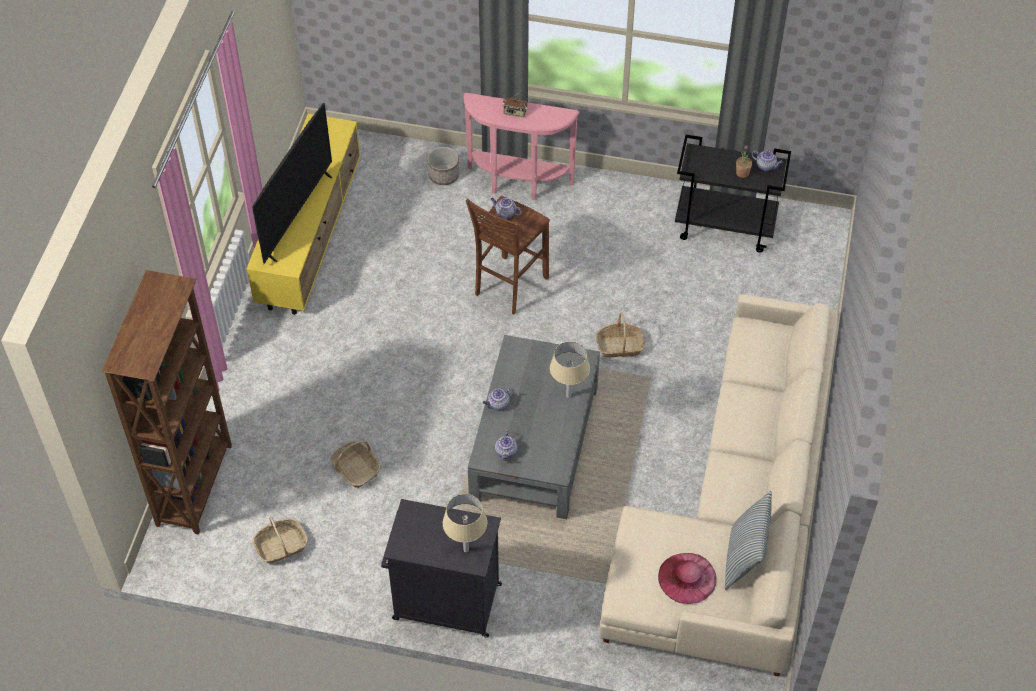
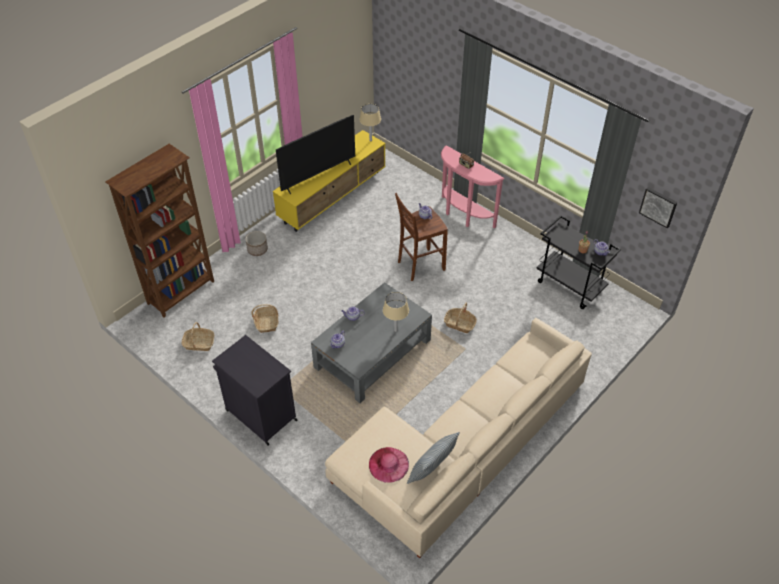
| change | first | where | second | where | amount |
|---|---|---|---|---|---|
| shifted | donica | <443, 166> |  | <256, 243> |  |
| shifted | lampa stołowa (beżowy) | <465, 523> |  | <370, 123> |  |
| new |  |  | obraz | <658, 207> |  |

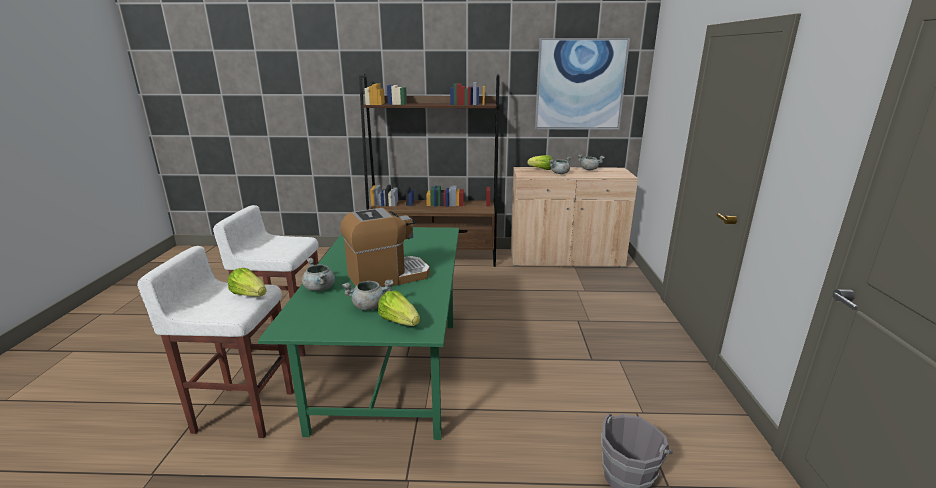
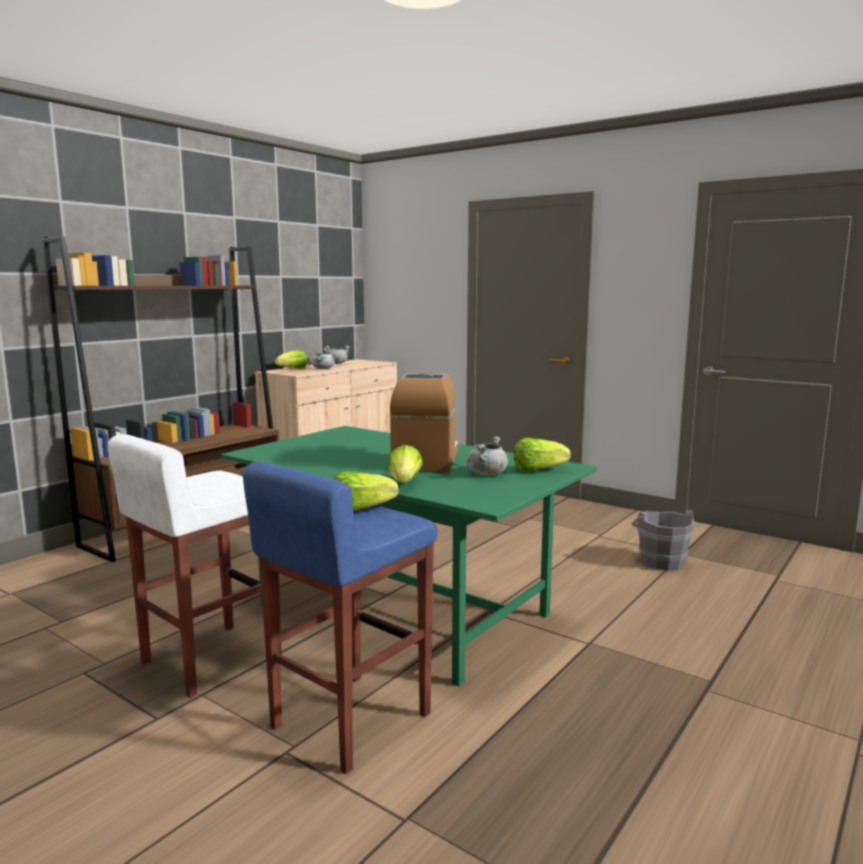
| change | first | where | second | where | amount |
|---|---|---|---|---|---|
| gone | obraz | <582, 84> |  |  |  |
| repainted | stołek (biały) | <215, 342> | stołek (niebieski) | <340, 618> |  |
| swapped | garnek (szary) | <318, 274> | sałata | <406, 464> |  |

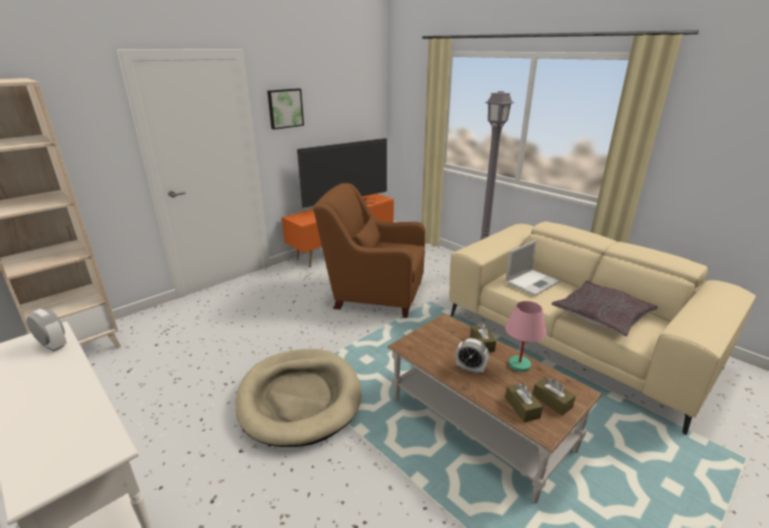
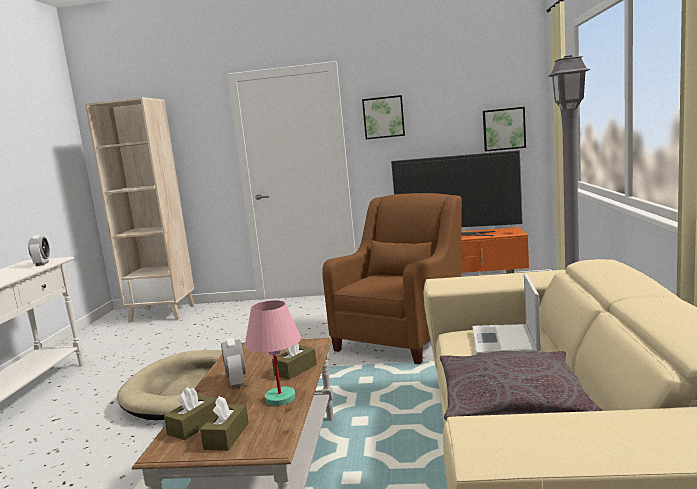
| change | first | where | second | where | amount |
|---|---|---|---|---|---|
| rotated | fotel (brązowy) | <369, 250> |  | <392, 278> | 60 degrees clockwise |
| rotated | laptop | <532, 268> |  | <506, 314> | 90 degrees clockwise |
| new |  |  | obraz | <504, 129> |  |

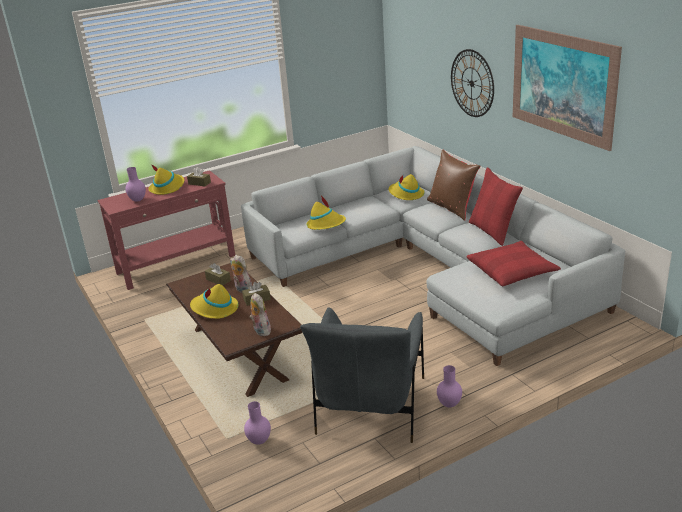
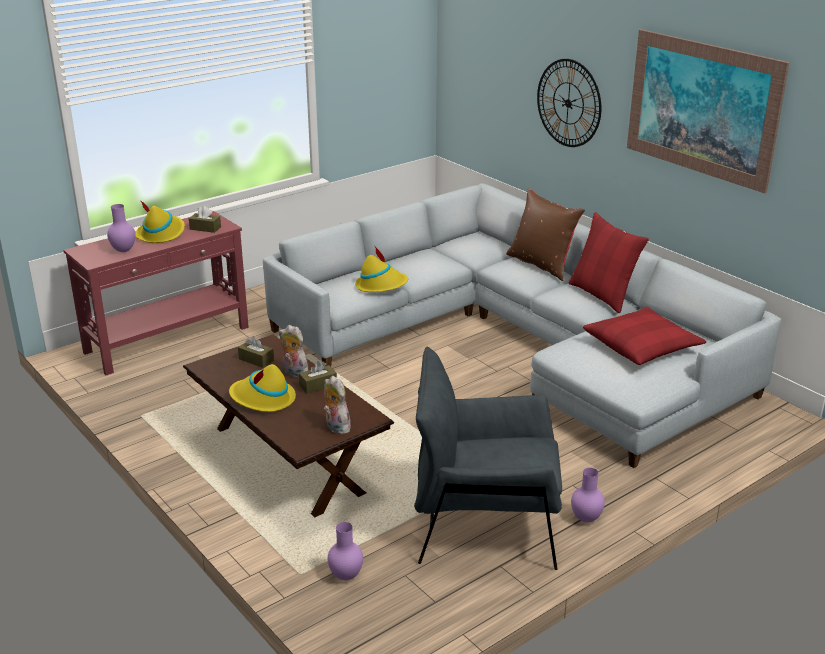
| change | first | where | second | where | amount |
|---|---|---|---|---|---|
| gone | kapelusz (żółty) | <407, 187> |  |  |  |
| rotated | fotel (szary) | <362, 375> |  | <488, 458> | 90 degrees clockwise |

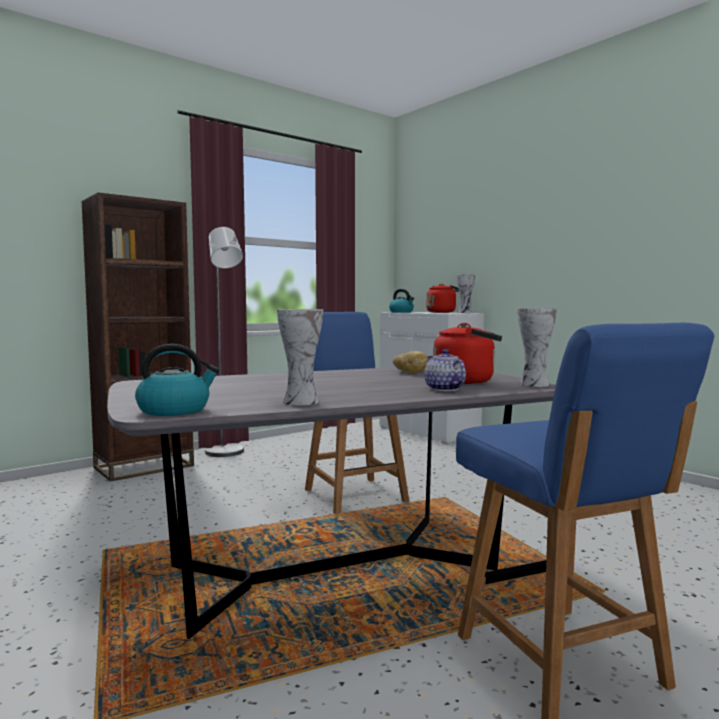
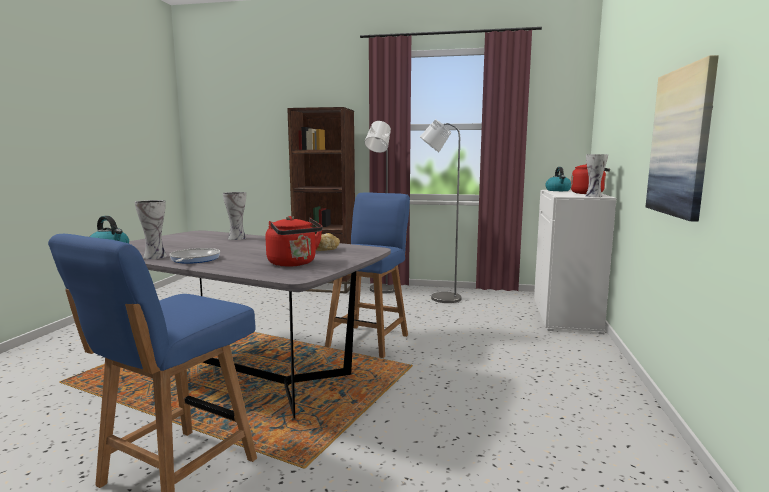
| change | first | where | second | where | amount |
|---|---|---|---|---|---|
| shifted | wazon | <537, 347> |  | <234, 216> |  |
| gone | imbryk | <445, 370> |  |  |  |
| new |  |  | obraz | <682, 138> |  |
| new |  |  | lampa stojąca (szary) | <441, 211> |  |
| new |  |  | patelnia | <194, 256> |  |

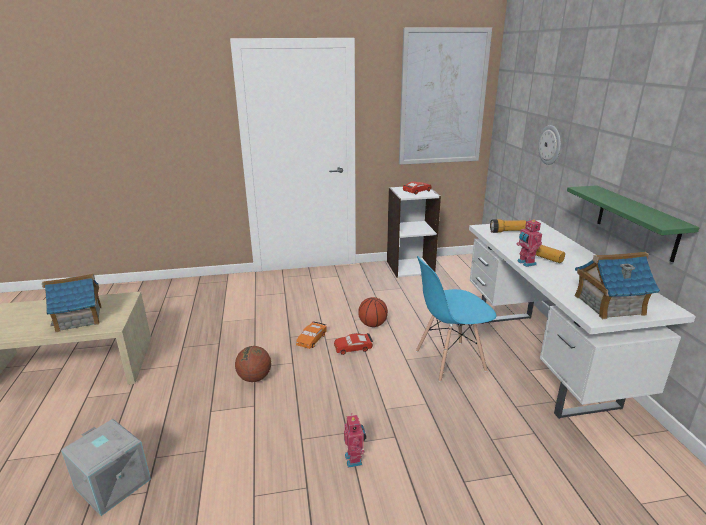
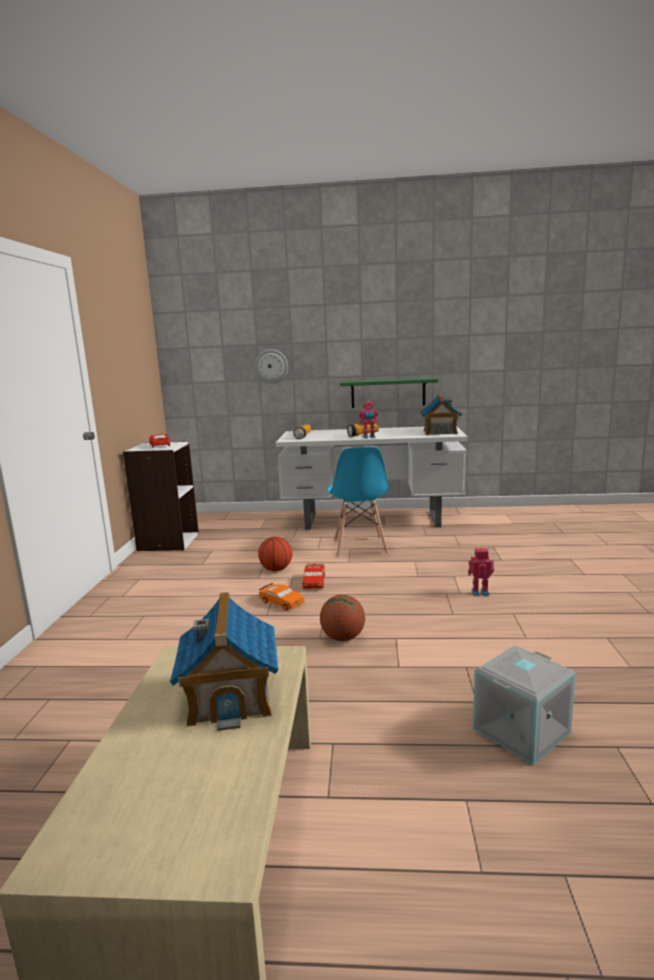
| change | first | where | second | where | amount |
|---|---|---|---|---|---|
| gone | obraz | <445, 96> |  |  |  |

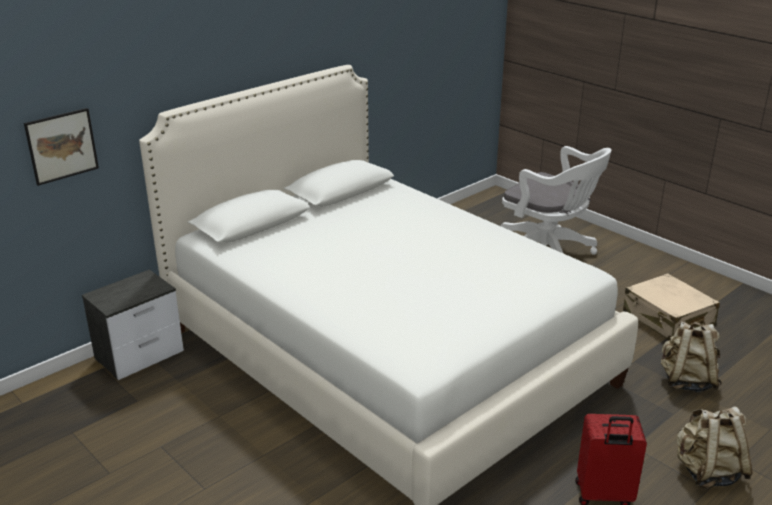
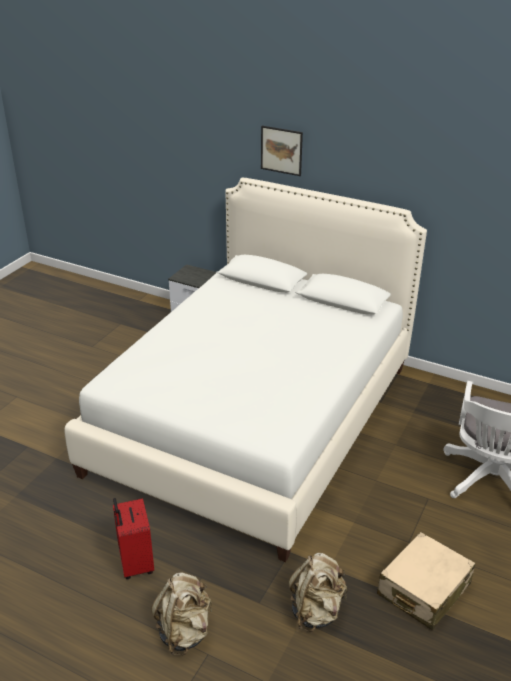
| change | first | where | second | where | amount |
|---|---|---|---|---|---|
| shifted | obraz | <61, 147> |  | <282, 151> |  |

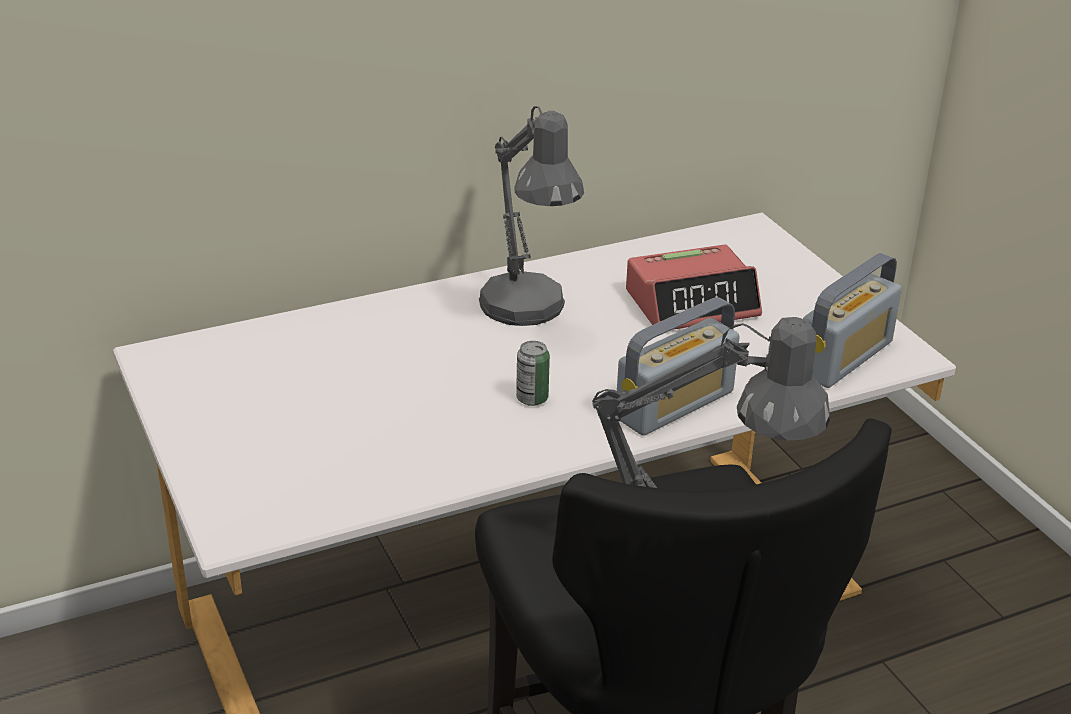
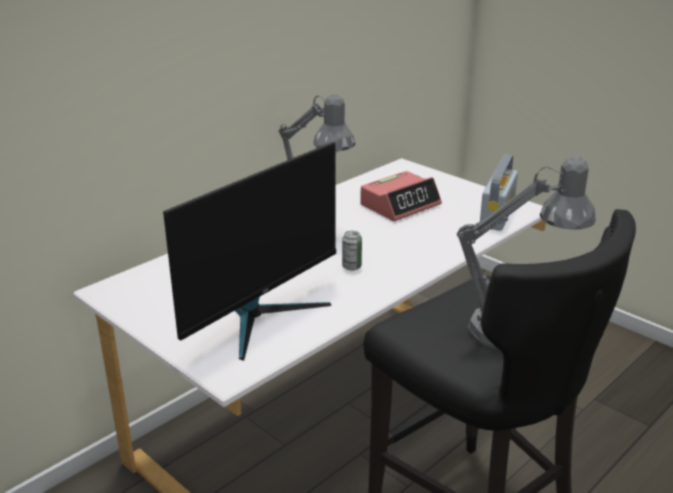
| change | first | where | second | where | amount |
|---|---|---|---|---|---|
| gone | radio | <678, 366> |  |  |  |
| new |  |  | monitor | <249, 251> |  |

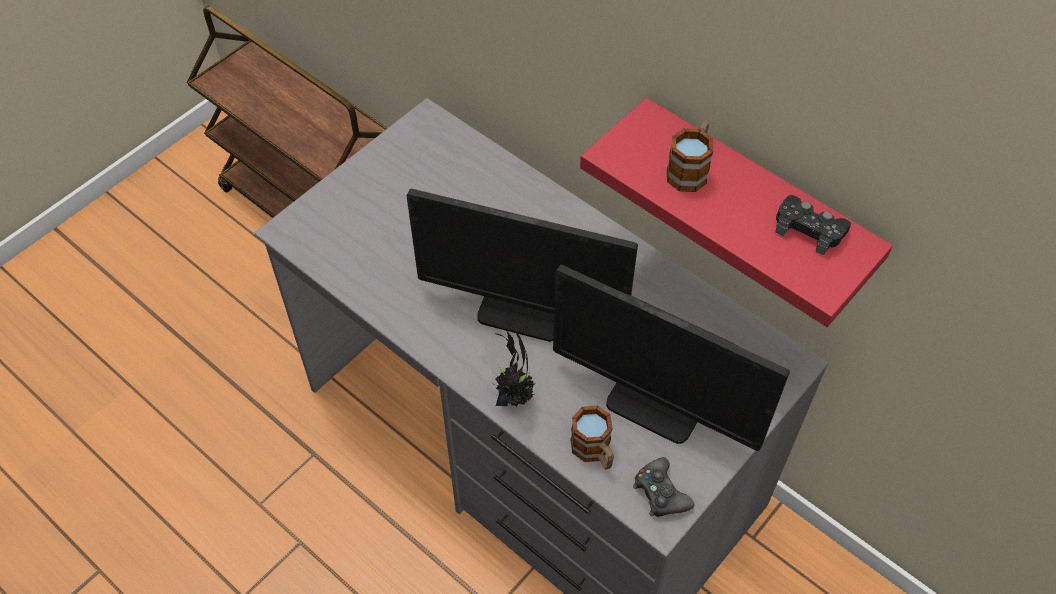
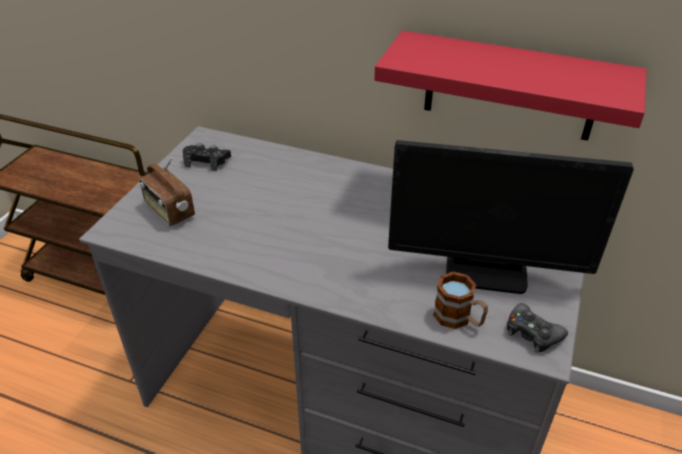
| change | first | where | second | where | amount |
|---|---|---|---|---|---|
| gone | kubek | <690, 156> |  |  |  |
| gone | monitor | <522, 265> |  |  |  |
| shifted | pad do gier (czarny) | <813, 225> |  | <207, 157> |  |
| gone | roślina doniczkowa | <512, 363> |  |  |  |
| new |  |  | radio | <167, 192> |  |

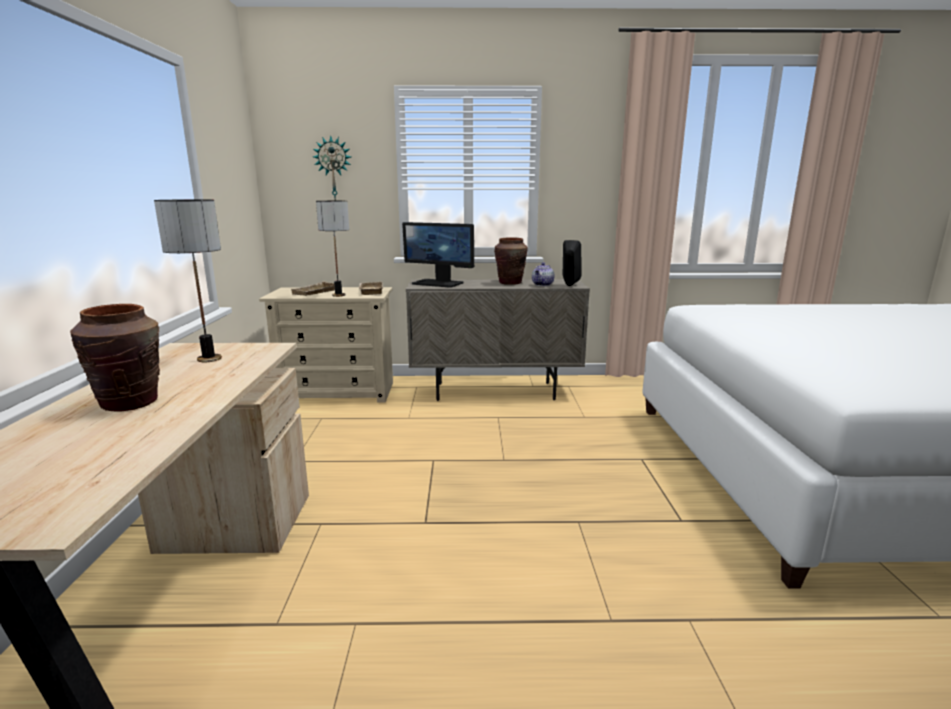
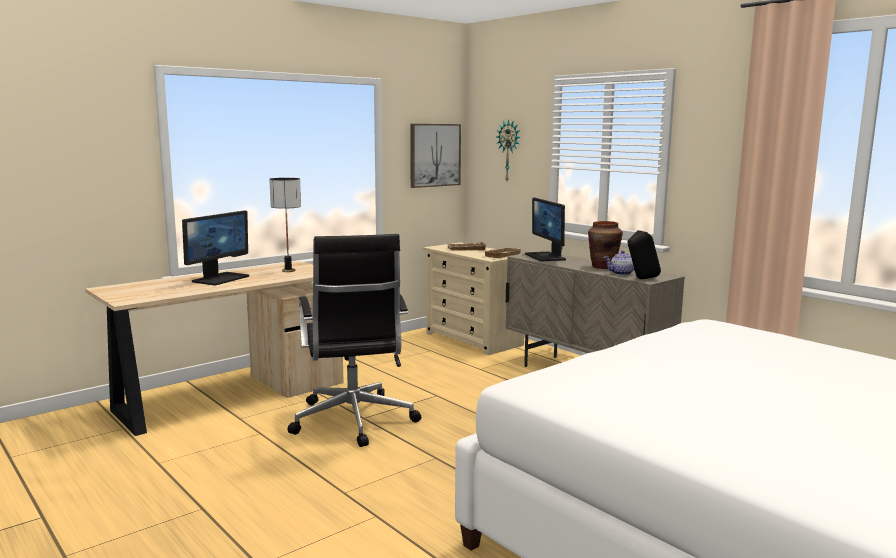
| change | first | where | second | where | amount |
|---|---|---|---|---|---|
| gone | lampa stołowa | <332, 249> |  |  |  |
| swapped | wazon (brązowy) | <115, 358> | monitor | <215, 248> |  |
| new |  |  | obraz | <435, 156> |  |
| new |  |  | krzesło biurowe (czarny) | <354, 340> |  |

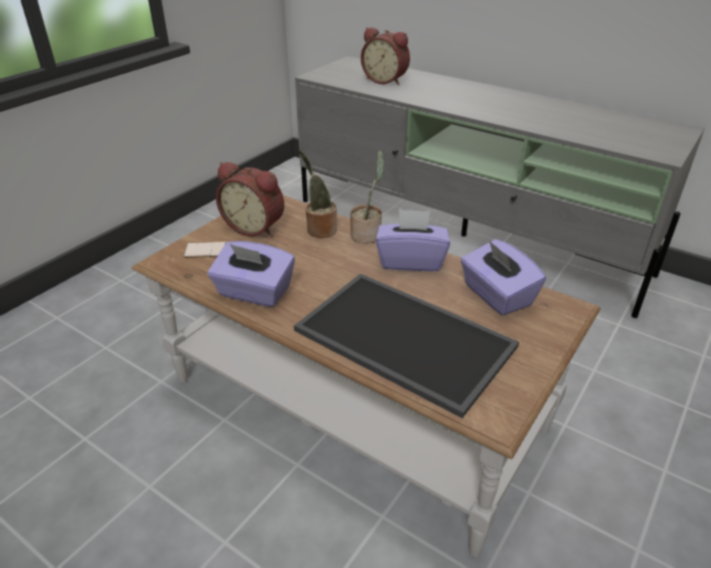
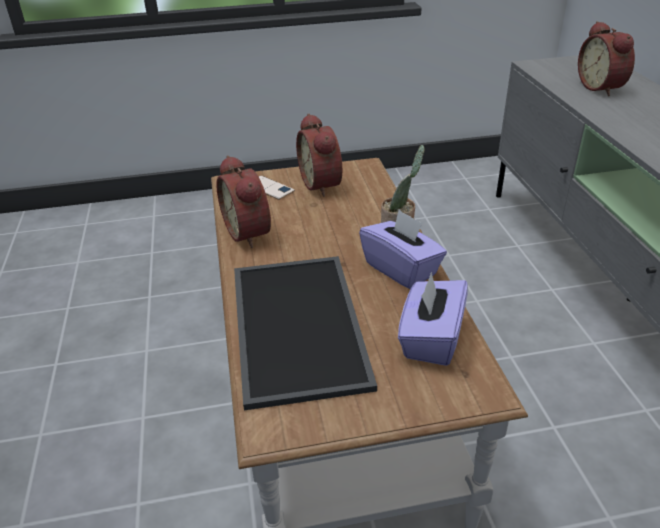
| change | first | where | second | where | amount |
|---|---|---|---|---|---|
| gone | roślina doniczkowa | <318, 194> |  |  |  |
| swapped | pudełko chusteczek (fioletowy) | <251, 274> | budzik | <243, 201> |  |

